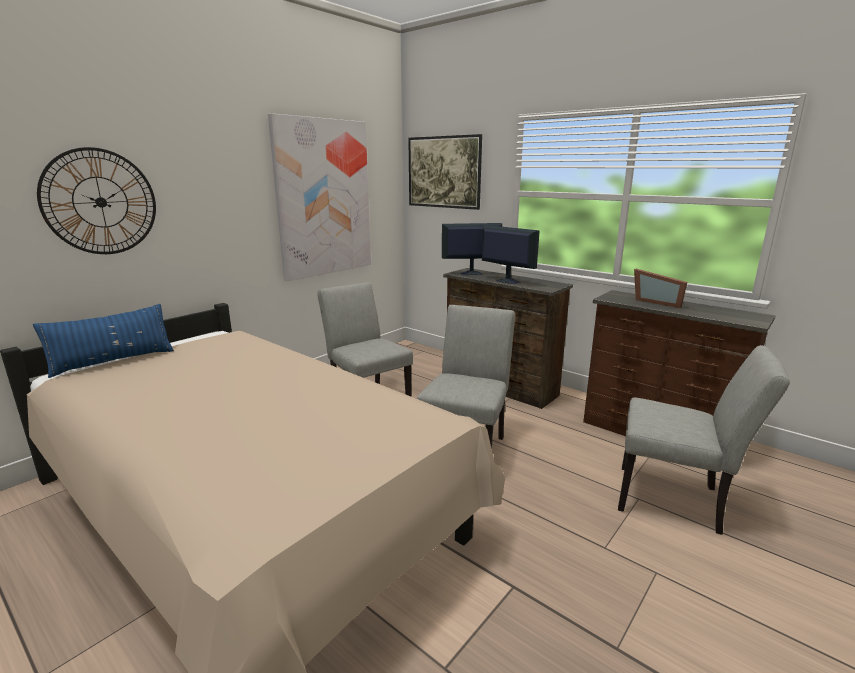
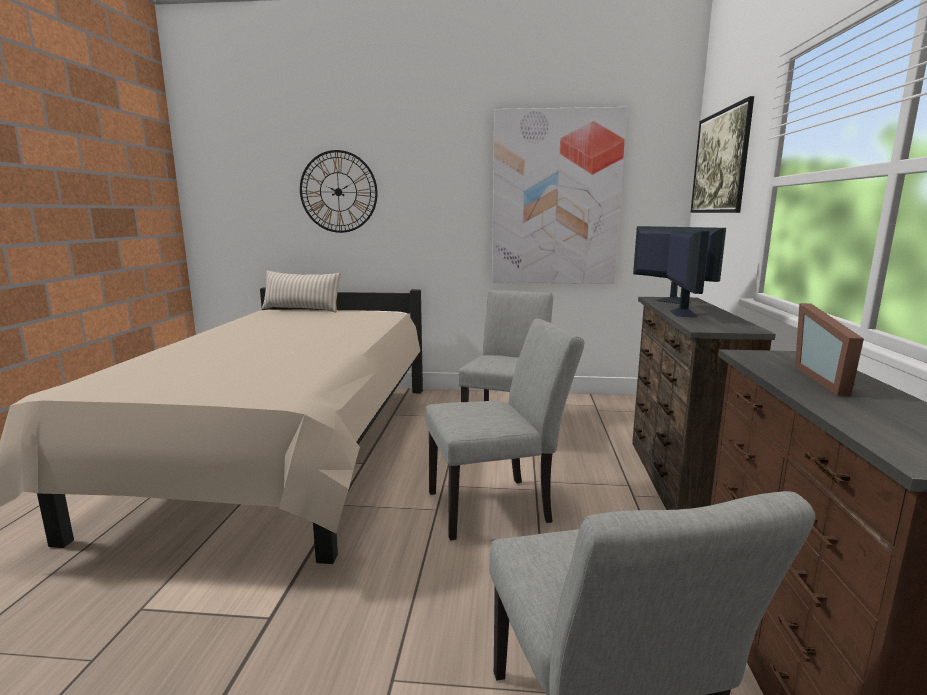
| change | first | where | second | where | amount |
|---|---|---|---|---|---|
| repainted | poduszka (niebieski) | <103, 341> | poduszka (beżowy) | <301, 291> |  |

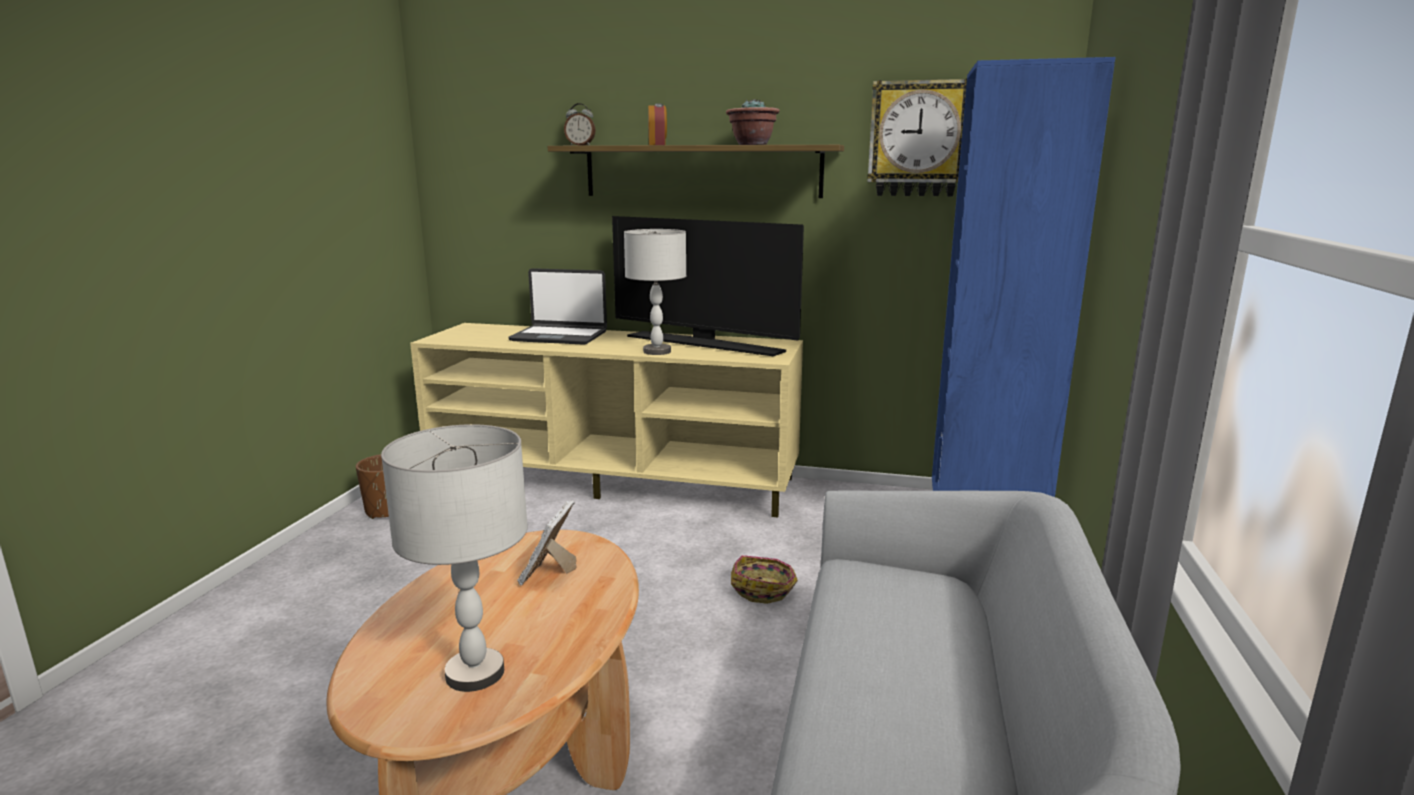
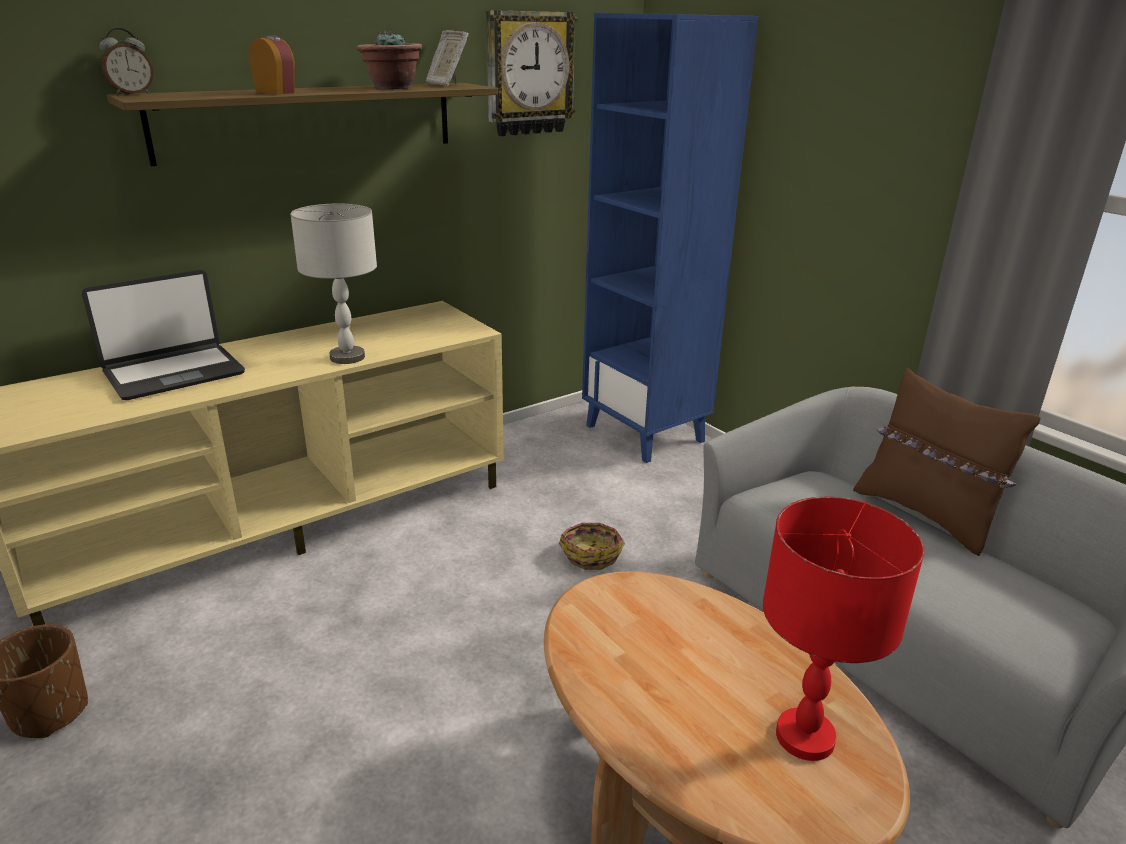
| change | first | where | second | where | amount |
|---|---|---|---|---|---|
| gone | telewizor | <708, 286> |  |  |  |
| repainted | lampa stołowa (szary) | <454, 558> | lampa stołowa (czerwony) | <843, 629> |  |
| shifted | ramka na zdjęcie | <547, 543> |  | <447, 58> |  |
| new |  |  | poduszka (brązowy) | <947, 462> |  |

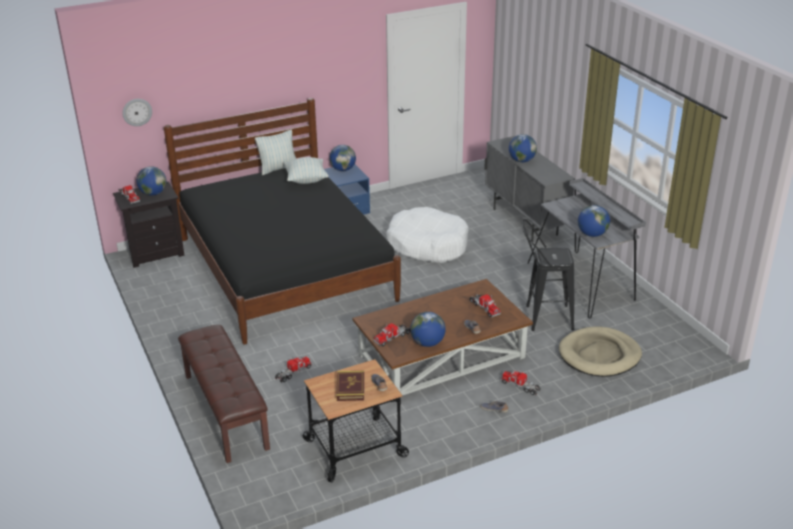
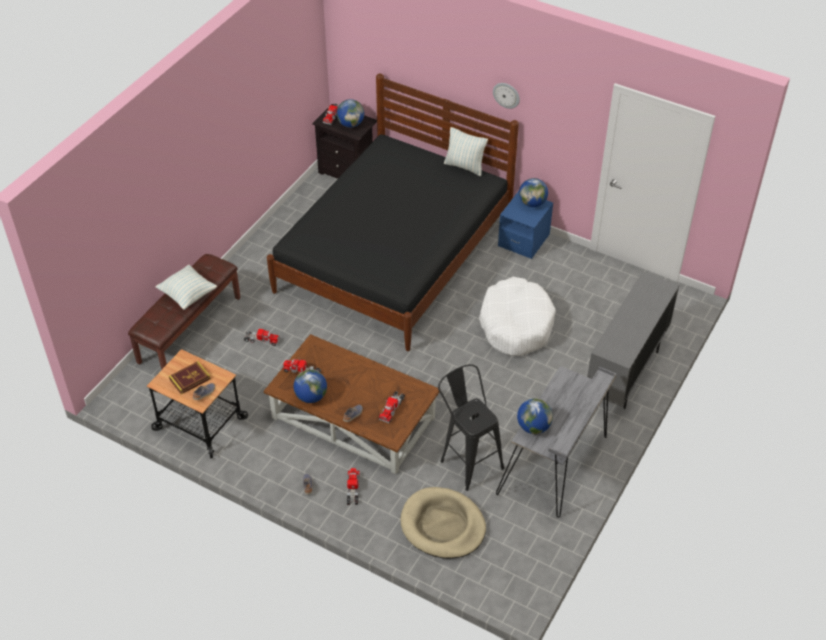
| change | first | where | second | where | amount |
|---|---|---|---|---|---|
| shifted | zegar ścienny | <137, 112> |  | <506, 96> |  |
| gone | globus | <523, 148> |  |  |  |
| shifted | poduszka | <306, 170> |  | <186, 287> |  |

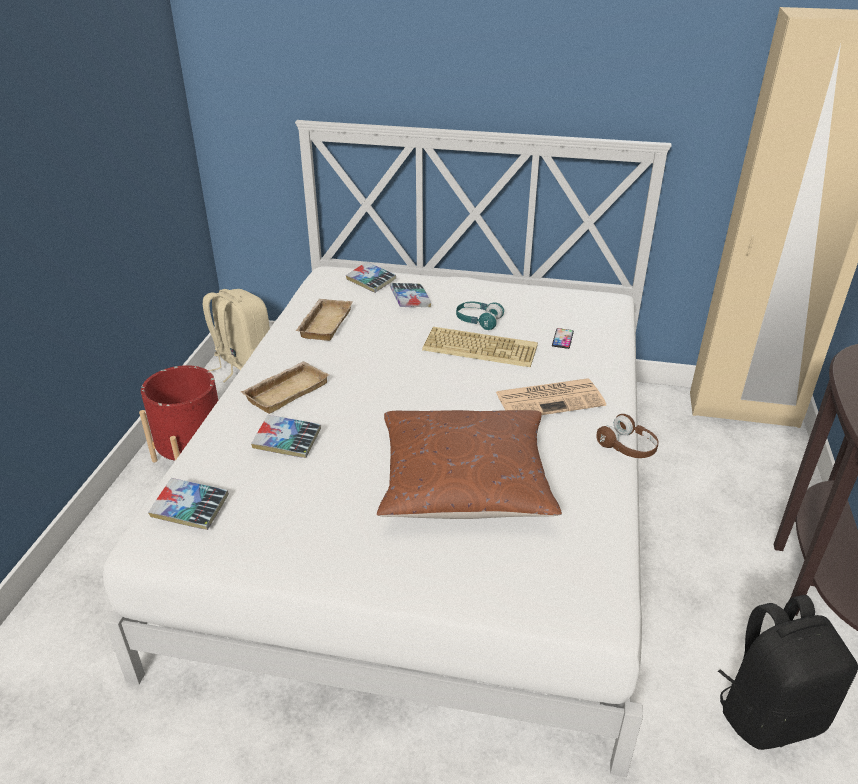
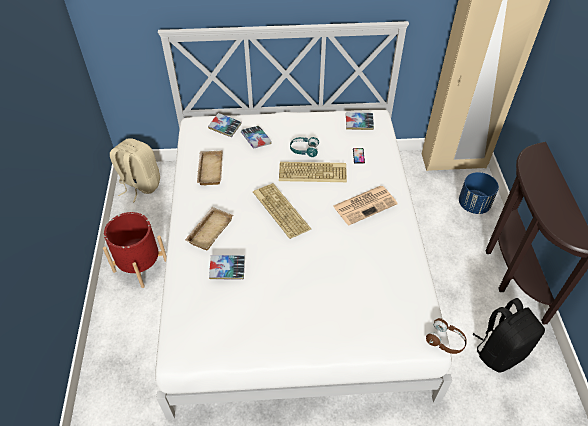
| change | first | where | second | where | amount |
|---|---|---|---|---|---|
| gone | poduszka (brązowy) | <469, 464> |  |  |  |
| shifted | słuchawki (brązowy) | <627, 436> |  | <446, 336> |  |
| shifted | książka | <188, 504> |  | <360, 121> |  |
| new |  |  | donica (niebieski) | <479, 193> |  |
| new |  |  | klawiatura | <282, 211> |  |

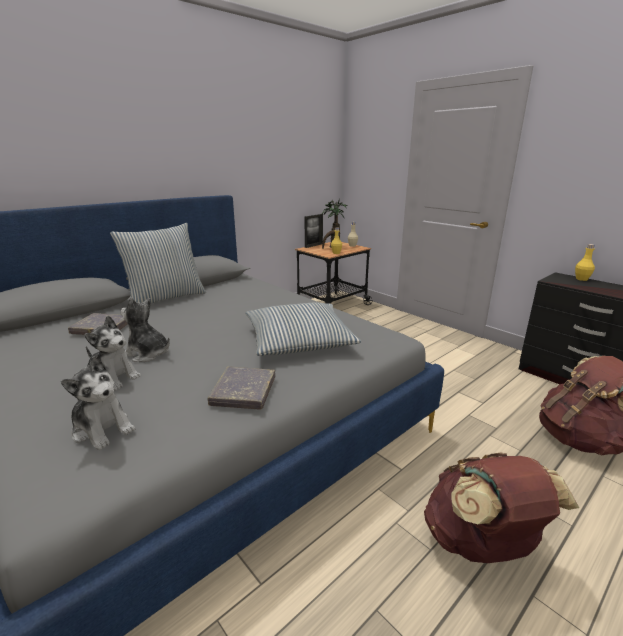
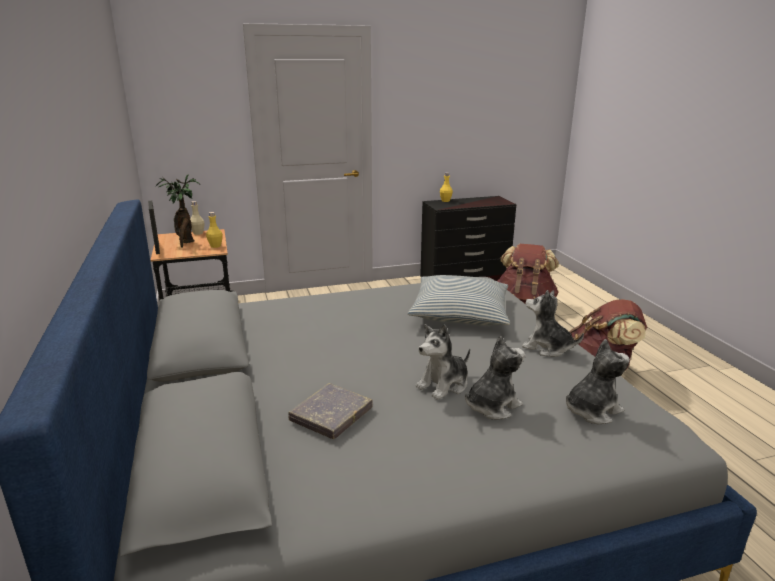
| change | first | where | second | where | amount |
|---|---|---|---|---|---|
| gone | poduszka | <158, 263> |  |  |  |
| swapped | książka (szary) | <241, 388> | pluszak | <553, 323> |  |

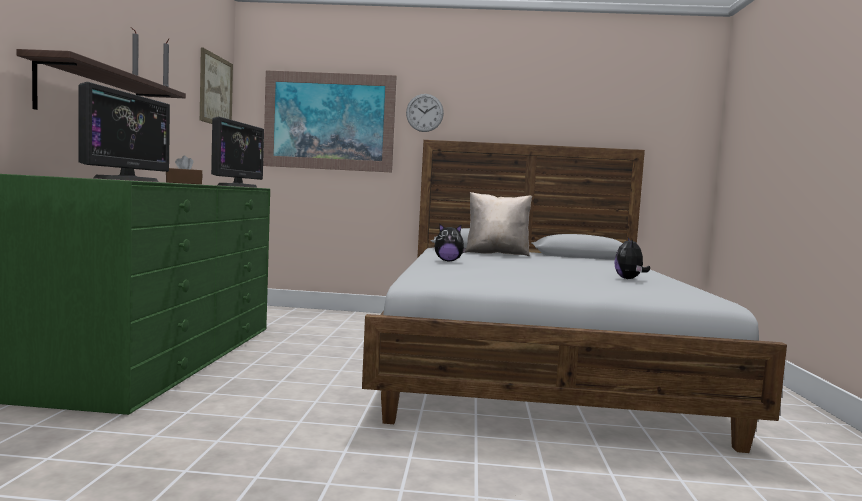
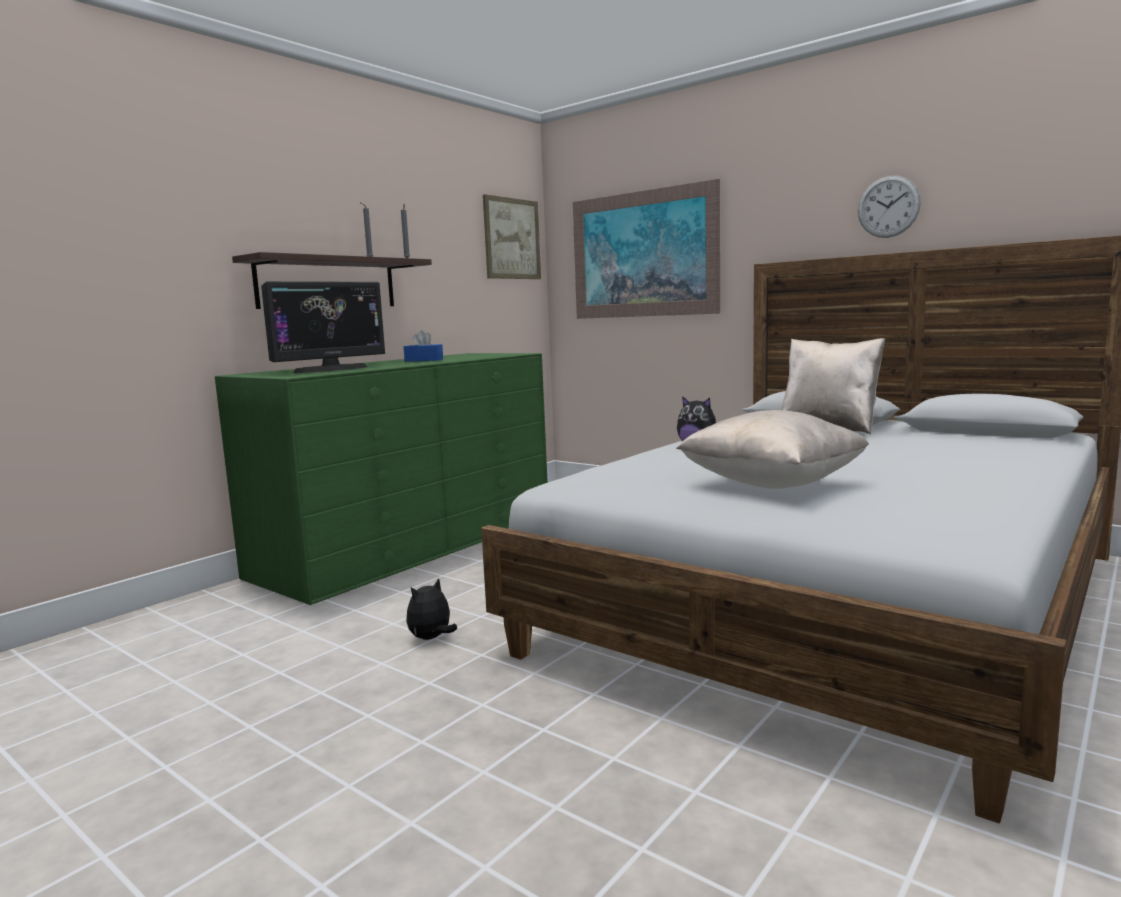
| change | first | where | second | where | amount |
|---|---|---|---|---|---|
| shifted | zegar ścienny | <425, 113> |  | <889, 207> |  |
| gone | monitor | <237, 152> |  |  |  |
| repainted | pudełko chusteczek (brązowy) | <184, 169> | pudełko chusteczek (niebieski) | <423, 346> |  |
| shifted | pluszak | <632, 258> |  | <431, 609> |  |
| new |  |  | poduszka (beżowy) | <772, 449> |  |

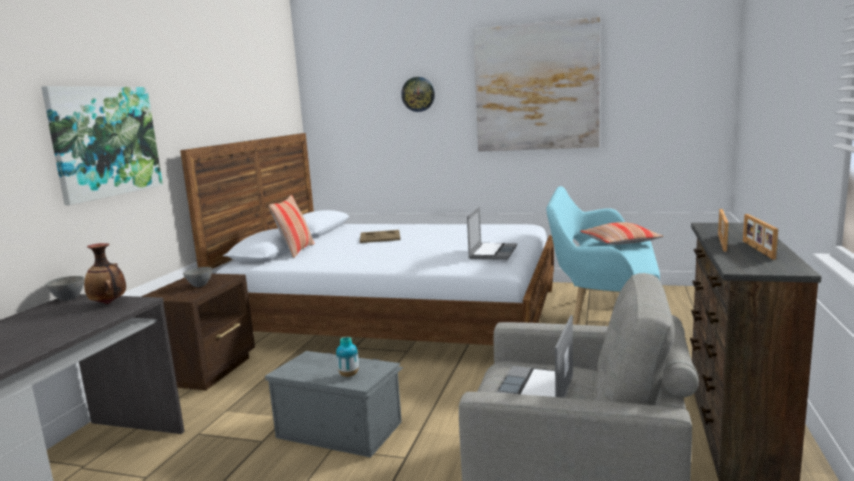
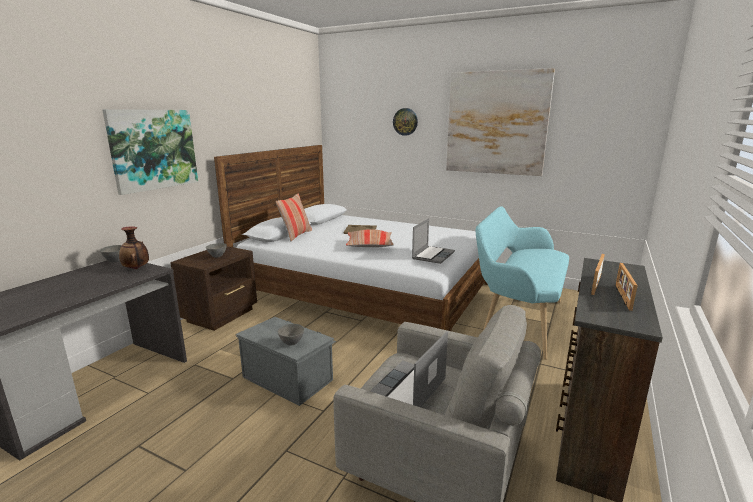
| change | first | where | second | where | amount |
|---|---|---|---|---|---|
| shifted | poduszka | <621, 233> |  | <370, 238> |  |
| swapped | wazon | <347, 357> | miska (szary) | <291, 334> |  |

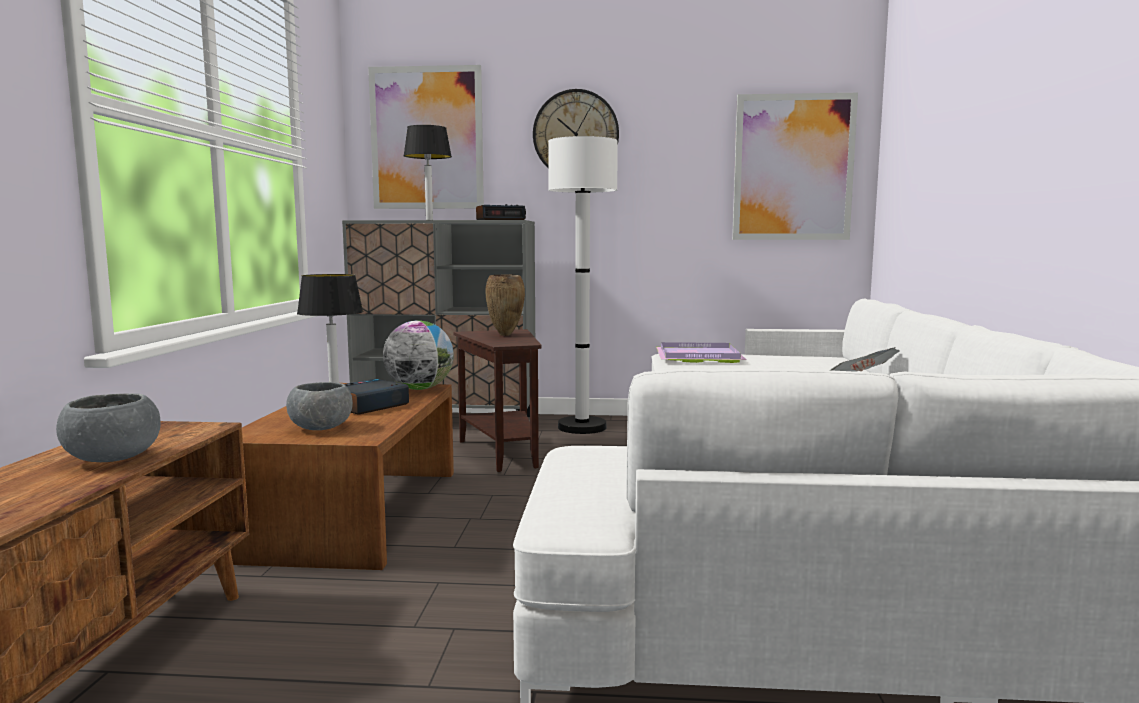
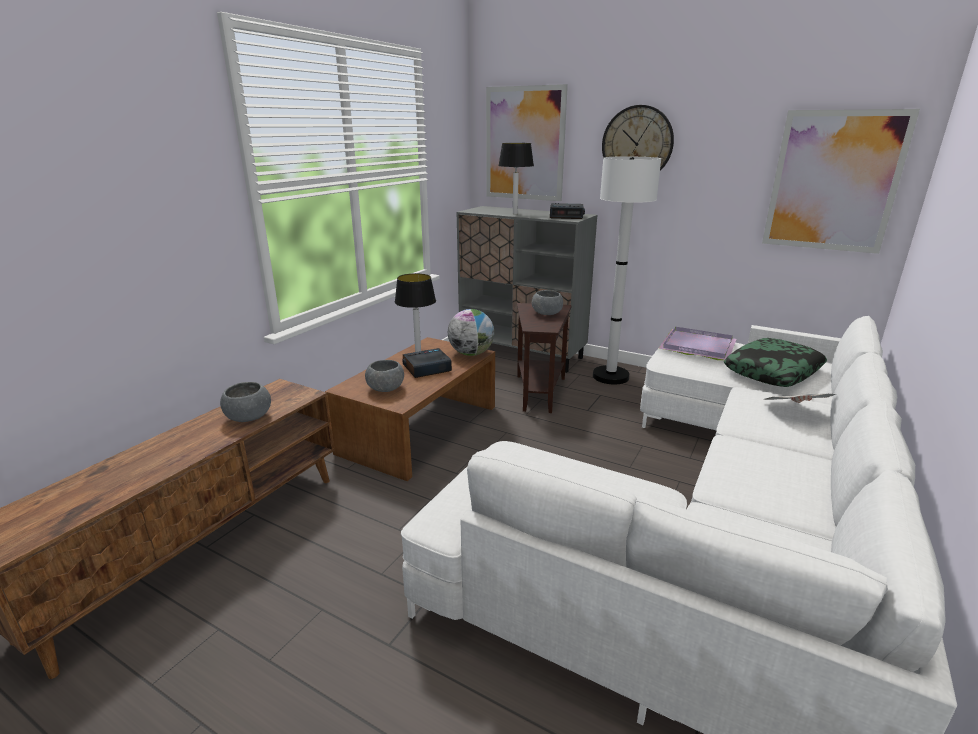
| change | first | where | second | where | amount |
|---|---|---|---|---|---|
| swapped | wazon (brązowy) | <505, 305> | miska (szary) | <547, 302> |  |
| new |  |  | poduszka | <775, 362> |  |

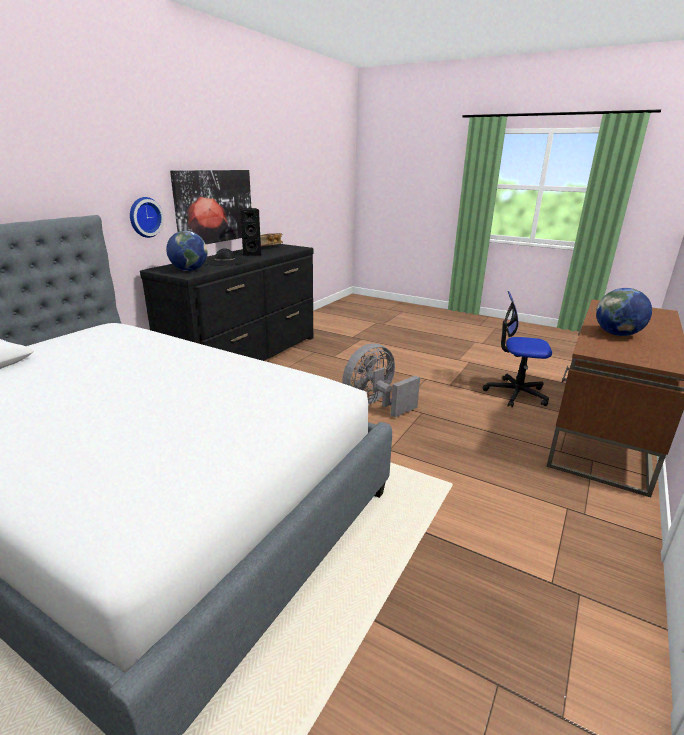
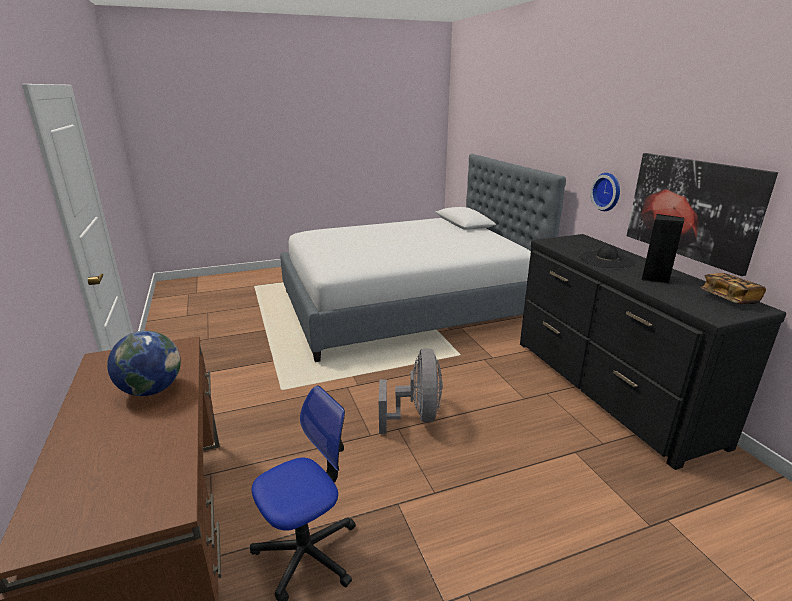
| change | first | where | second | where | amount |
|---|---|---|---|---|---|
| gone | globus | <186, 251> |  |  |  |

